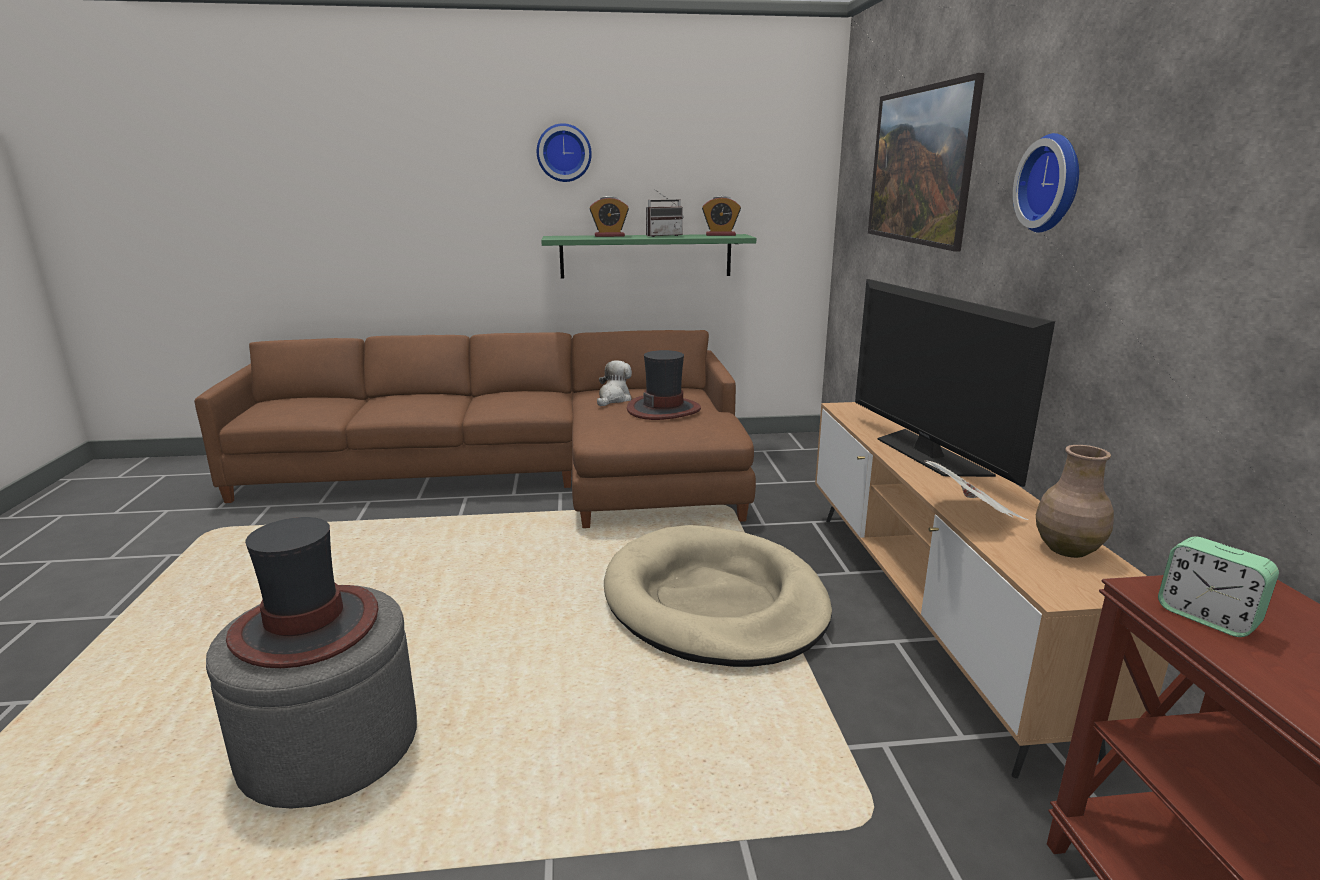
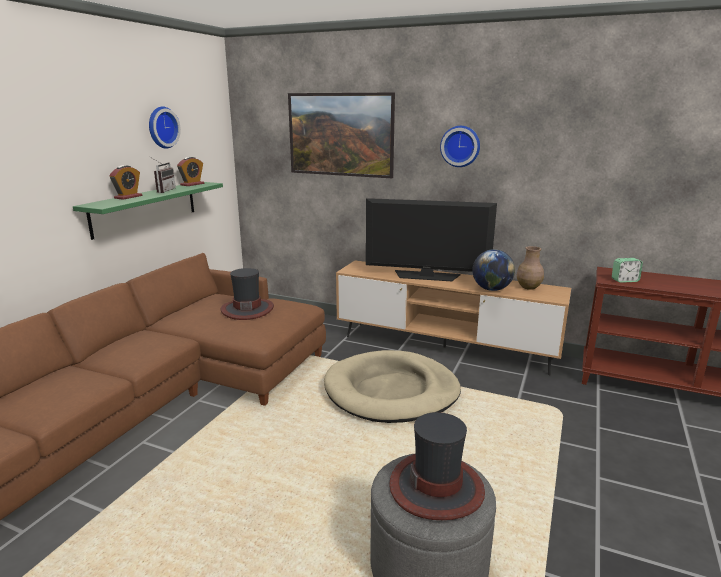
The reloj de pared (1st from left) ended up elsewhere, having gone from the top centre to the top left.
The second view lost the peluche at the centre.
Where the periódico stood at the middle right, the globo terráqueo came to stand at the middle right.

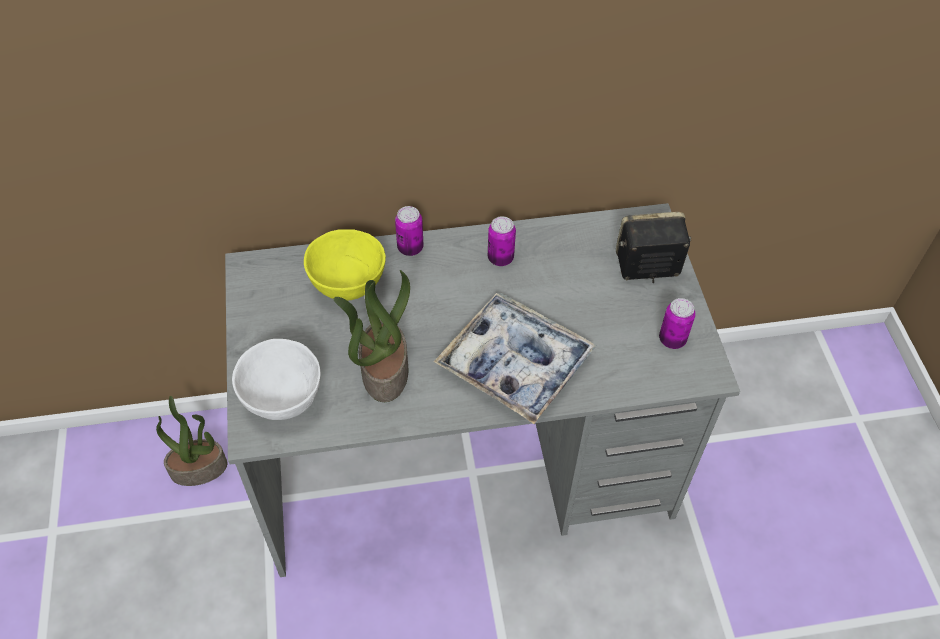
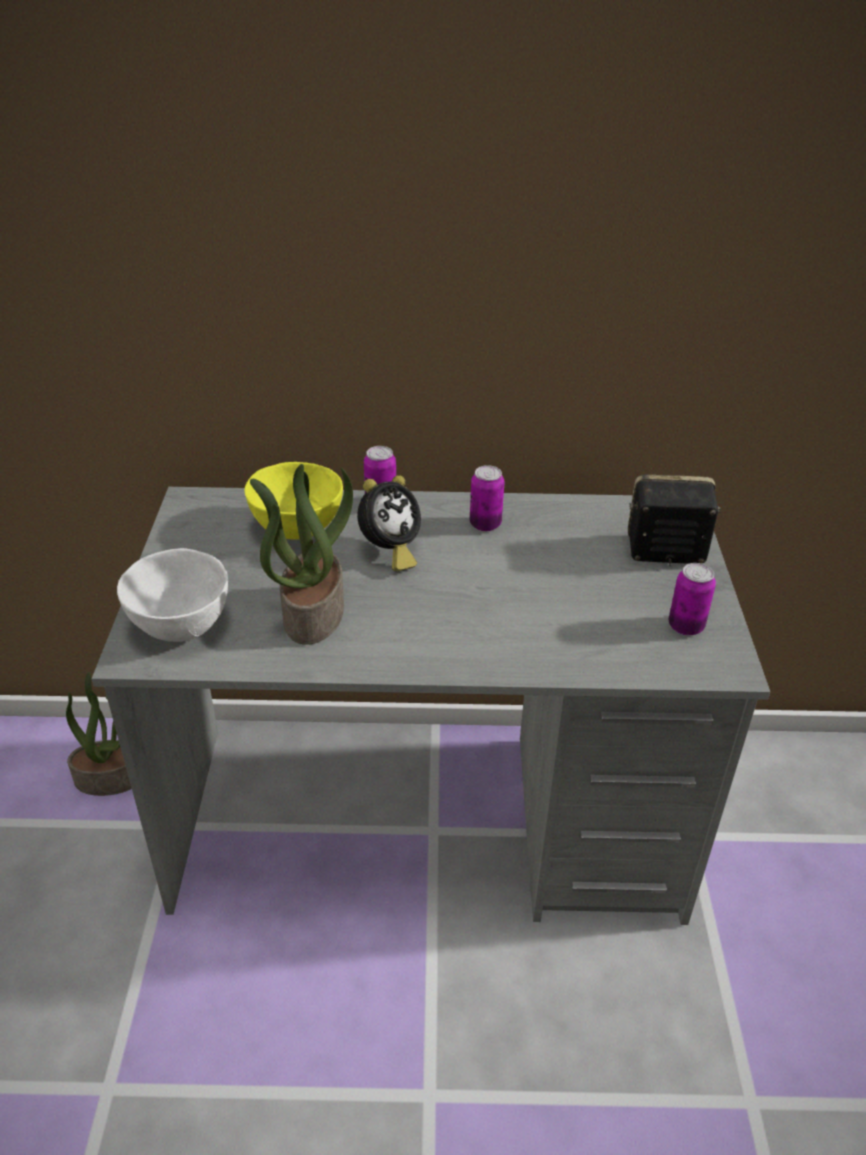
The second view lost the bandeja at the centre.
The second view gained the despertador at the centre.

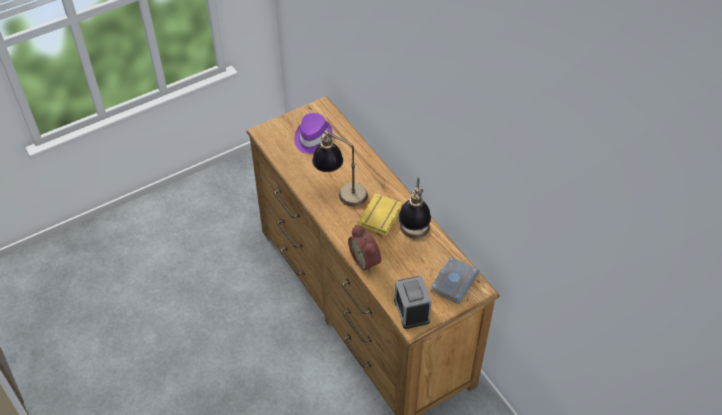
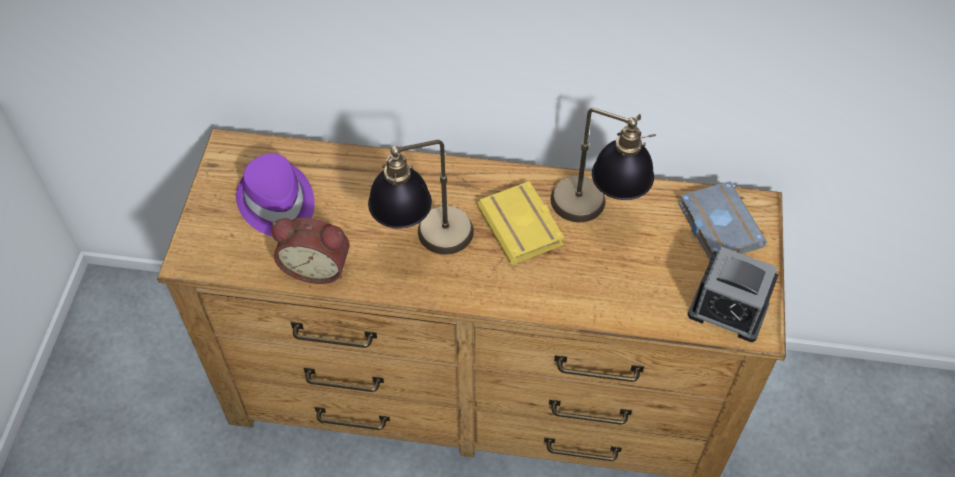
The despertador (1st from left) ended up elsewhere, having gone from the centre to the middle left.

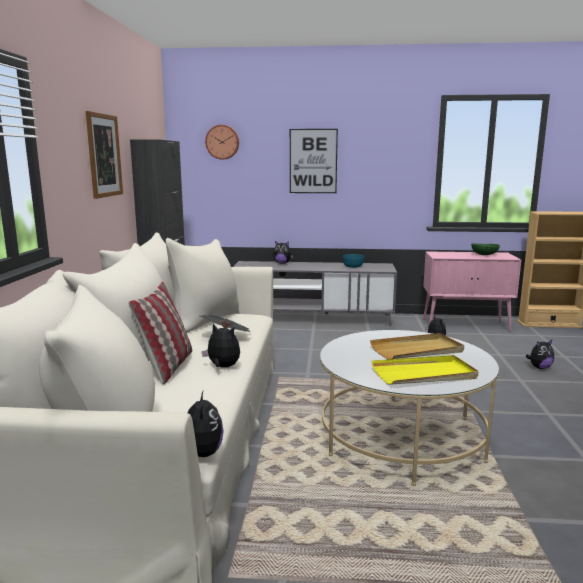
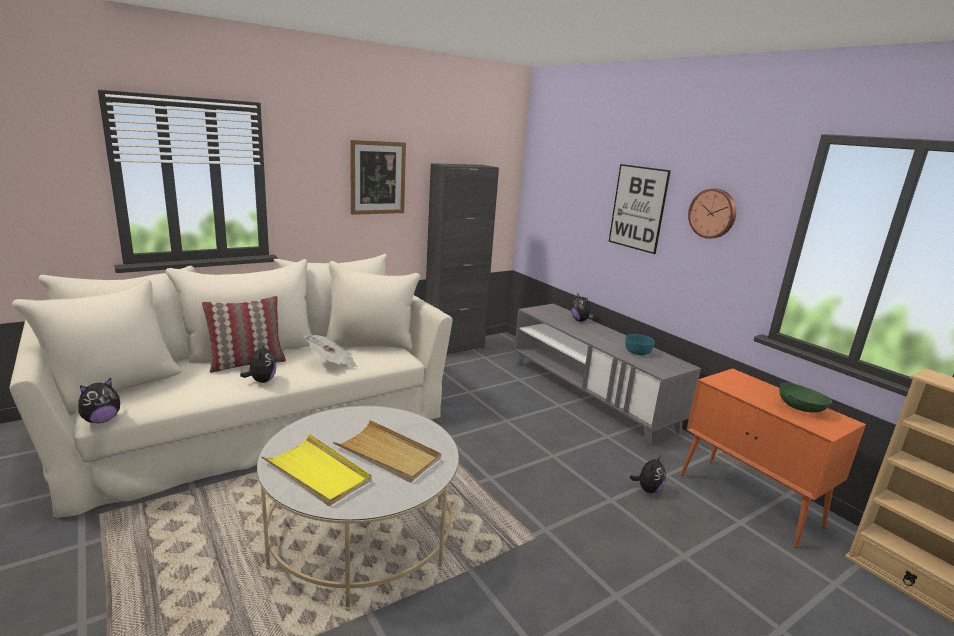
The reloj de pared ended up elsewhere, having gone from the top centre to the middle right.
What was the armario (rosa) at the middle right turned into the armario (naranja) at the bottom right.
The second view lost the peluche (5th from left) at the middle right.

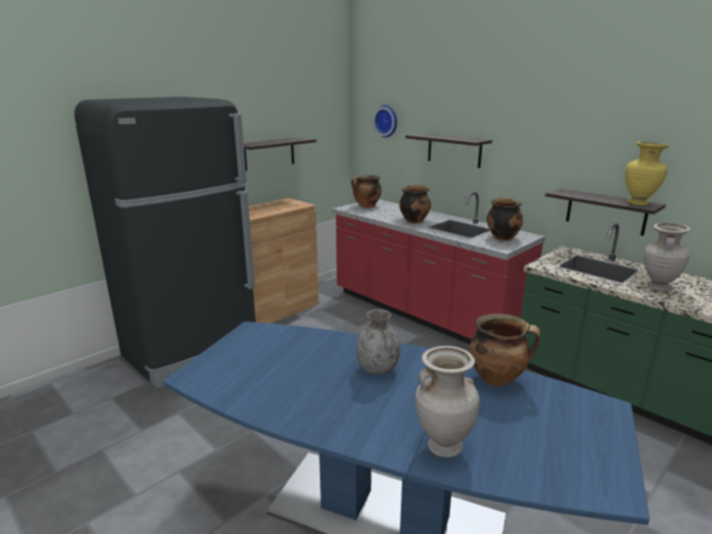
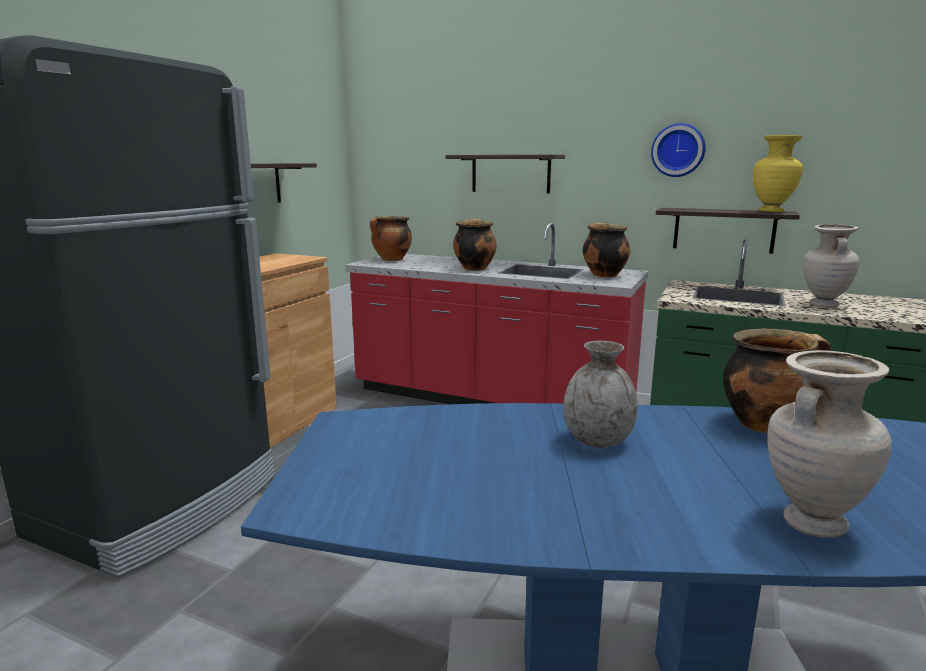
The reloj de pared ended up elsewhere, having gone from the top centre to the top right.

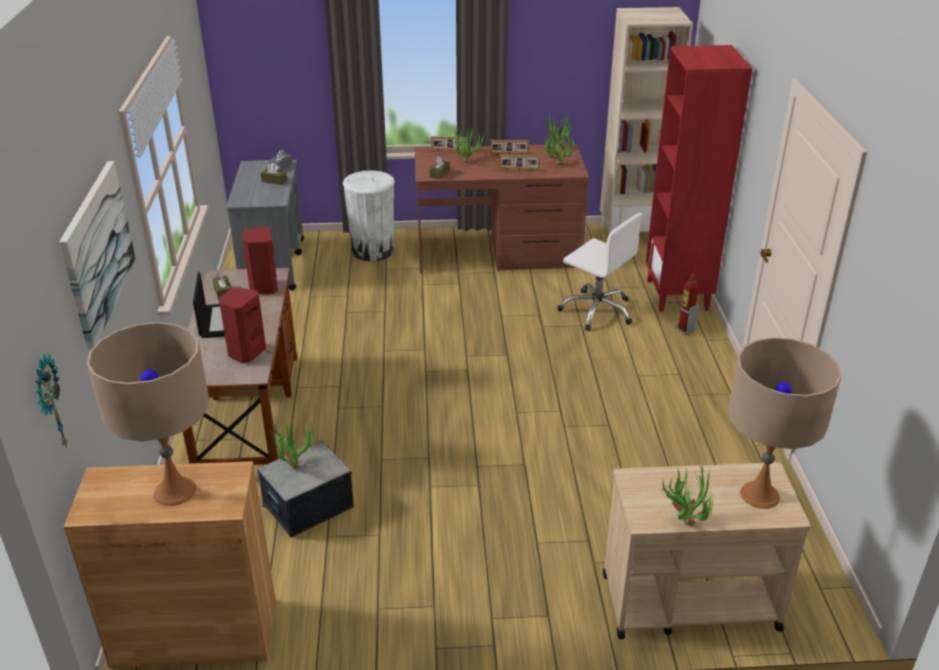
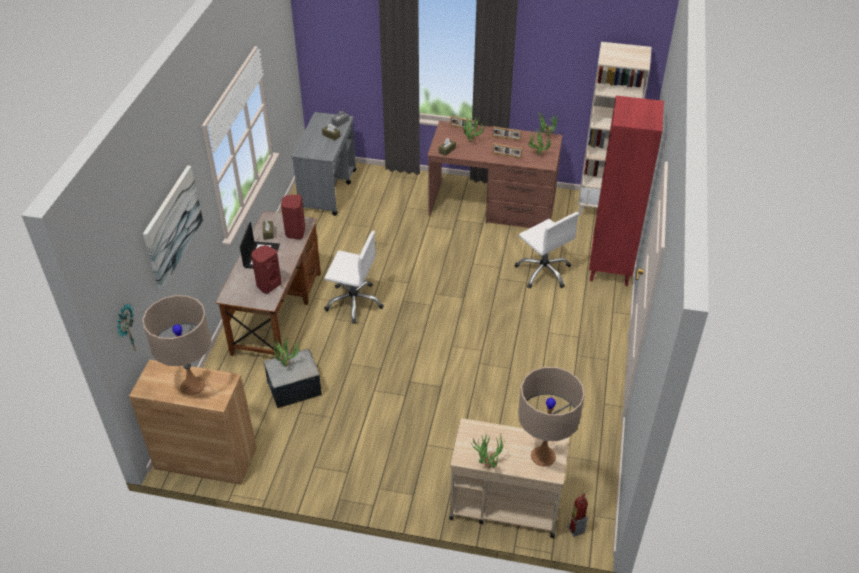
The second view lost the papelera (blanco) at the top centre.
The extintor ended up elsewhere, having gone from the middle right to the bottom right.
The second view gained the silla de oficina (blanco) (1st from left) at the centre.

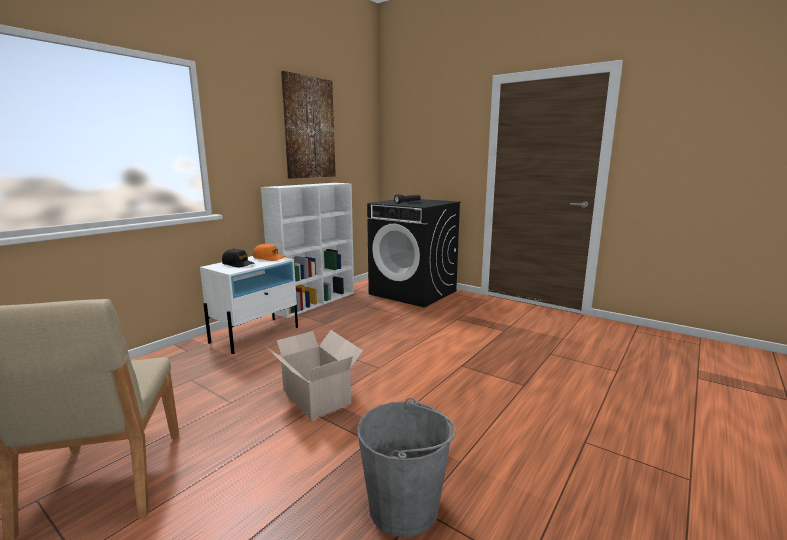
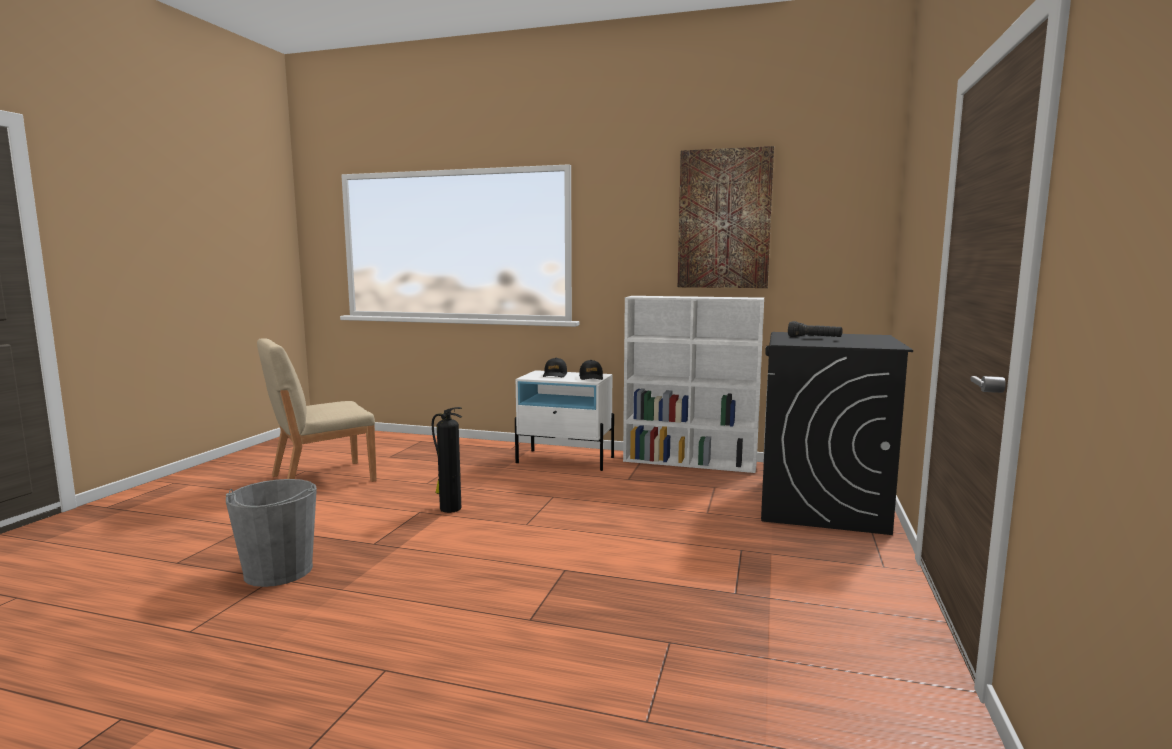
What was the gorra (naranja) at the centre turned into the gorra (negro) (2nd from left) at the centre.
Where the caja de cartón stood at the bottom centre, the extintor came to stand at the centre.

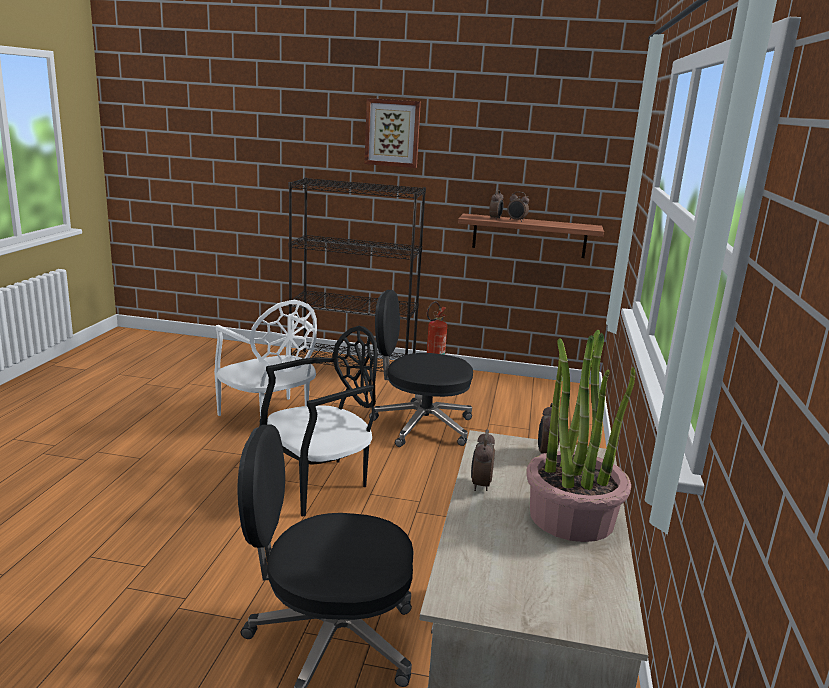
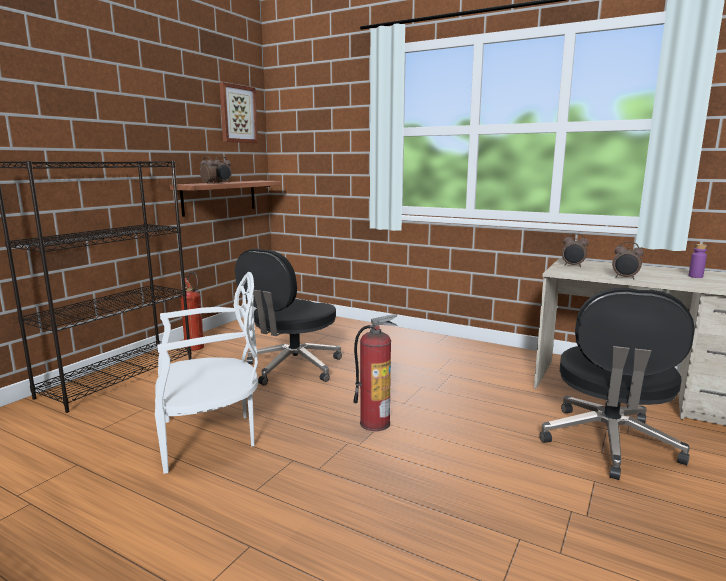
Where the silla (negro) stood at the centre, the extintor (2nd from left) came to stand at the centre.
The cuadro ended up elsewhere, having gone from the top centre to the top left.
The second view lost the planta en maceta at the middle right.
The second view gained the botella (morado) at the middle right.

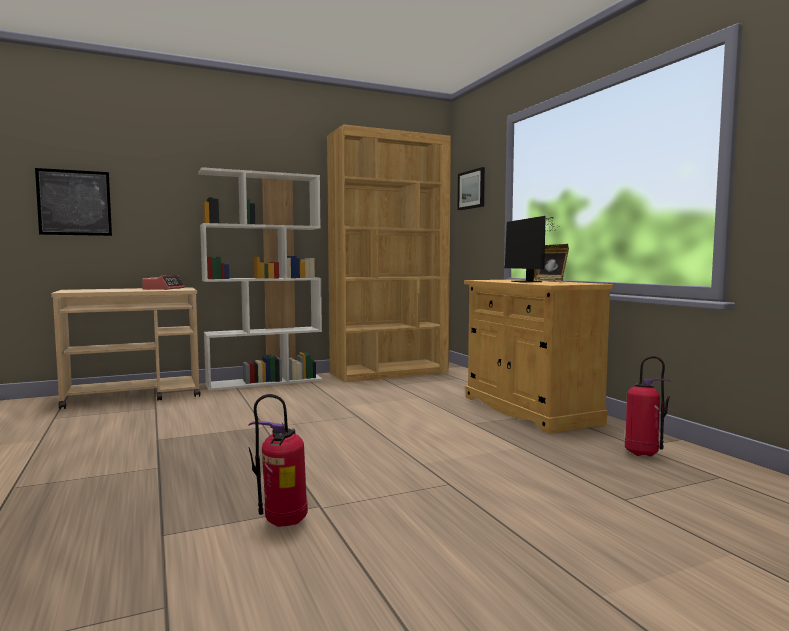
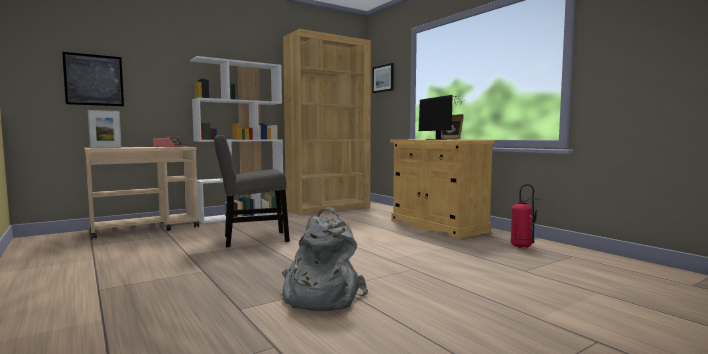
Where the extintor (1st from left) stood at the bottom centre, the mochila (gris) came to stand at the bottom centre.
The second view gained the portarretratos (1st from left) at the middle left.
The second view gained the silla (gris) at the centre.

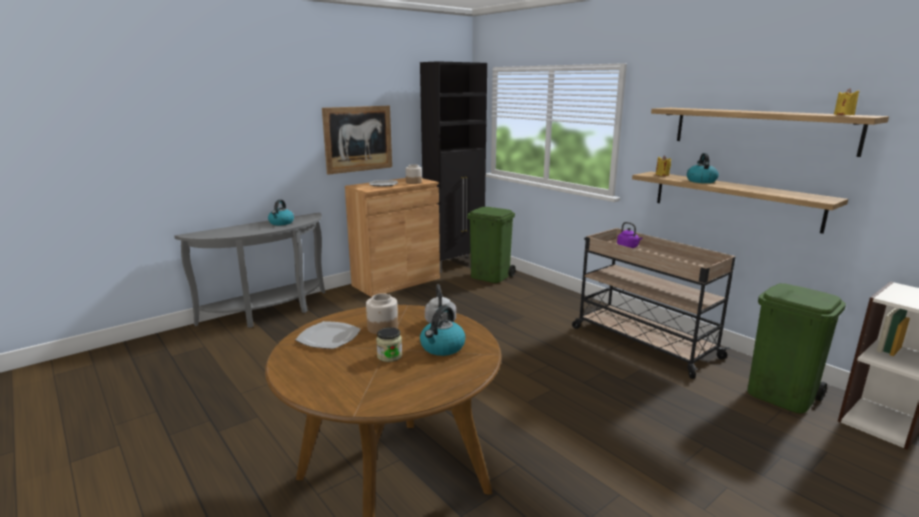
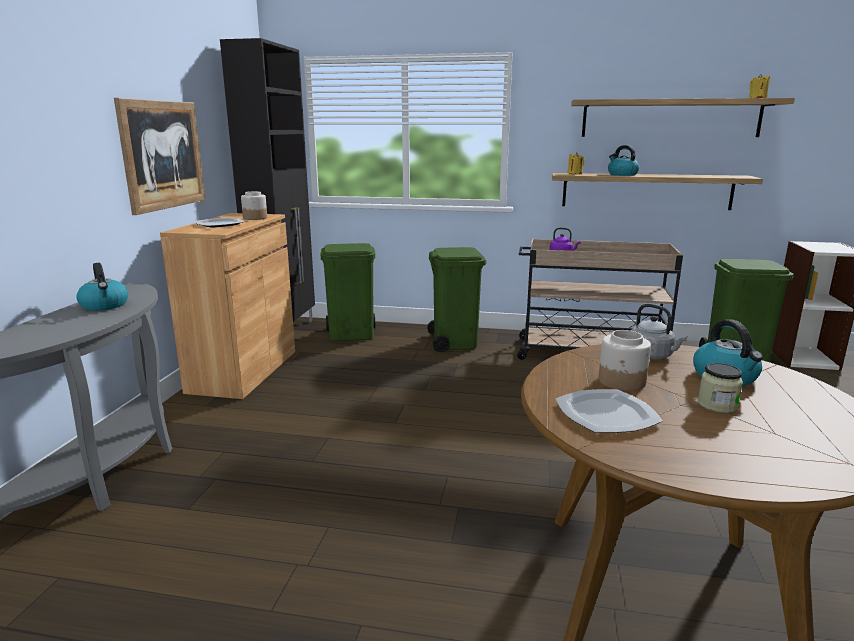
The second view gained the papelera (verde) (2nd from left) at the centre.

